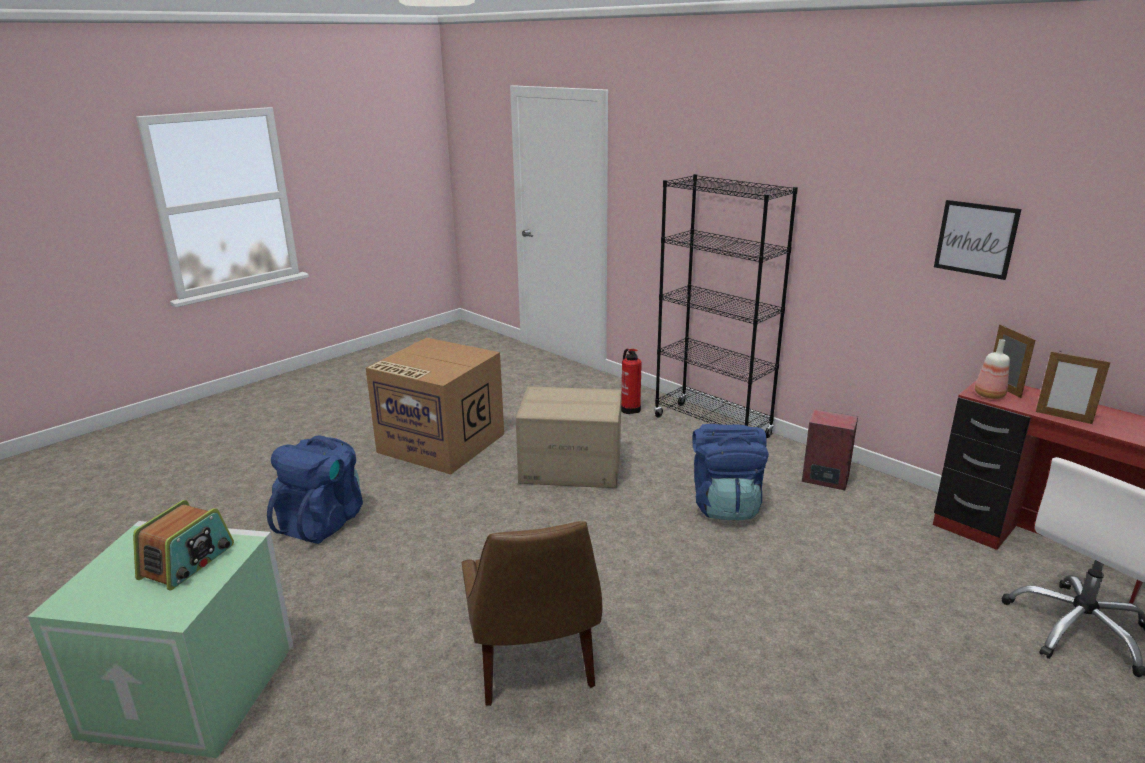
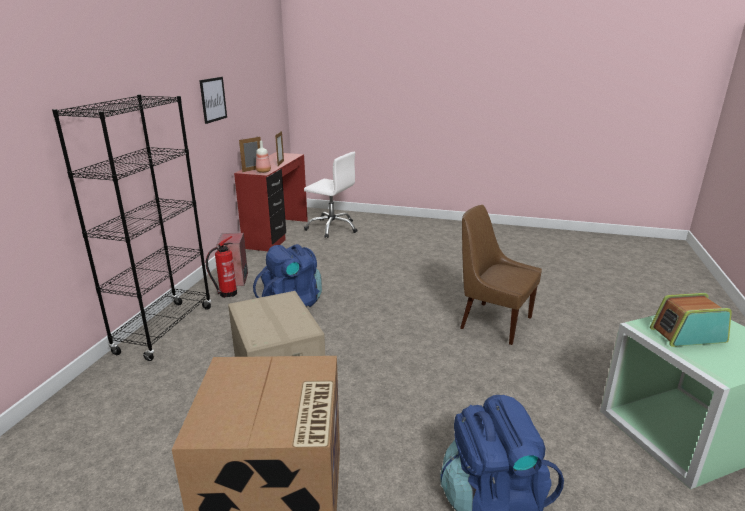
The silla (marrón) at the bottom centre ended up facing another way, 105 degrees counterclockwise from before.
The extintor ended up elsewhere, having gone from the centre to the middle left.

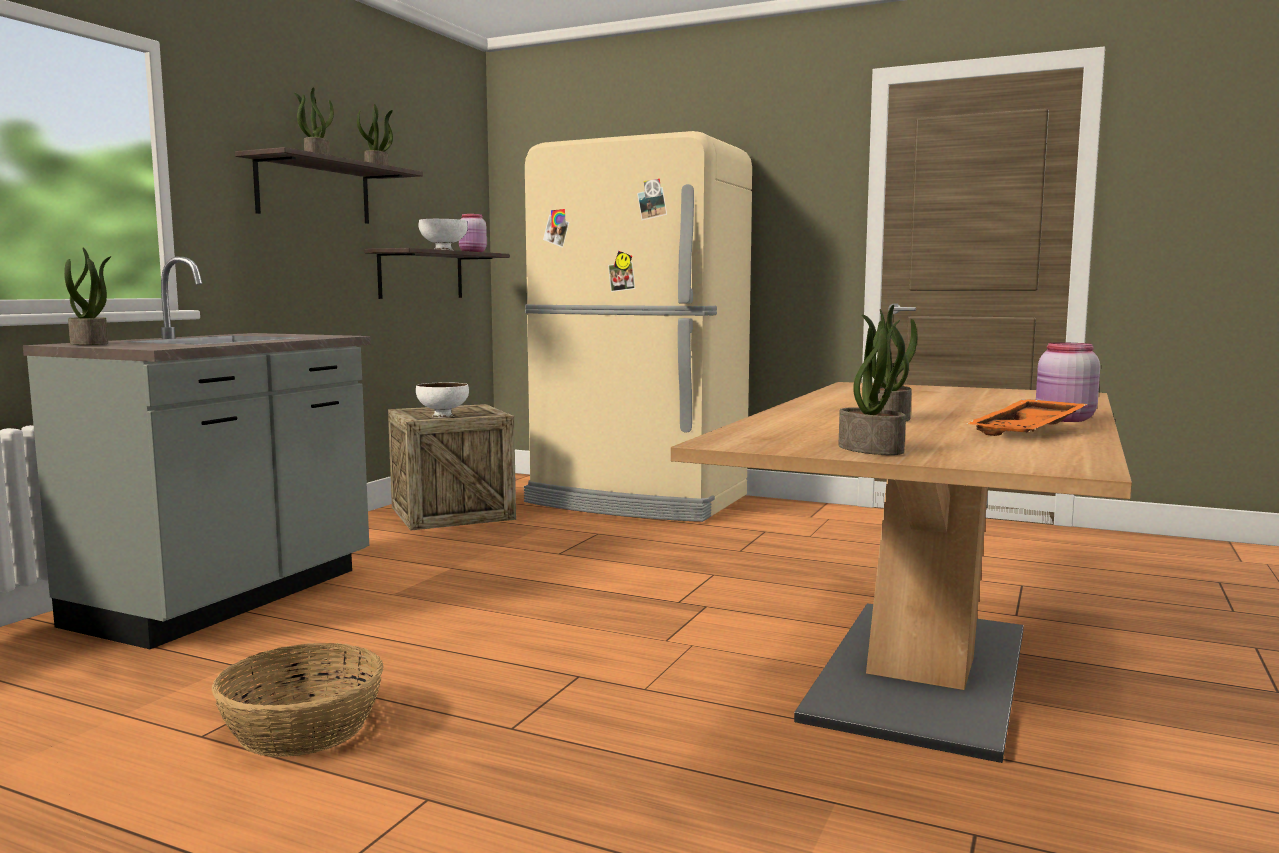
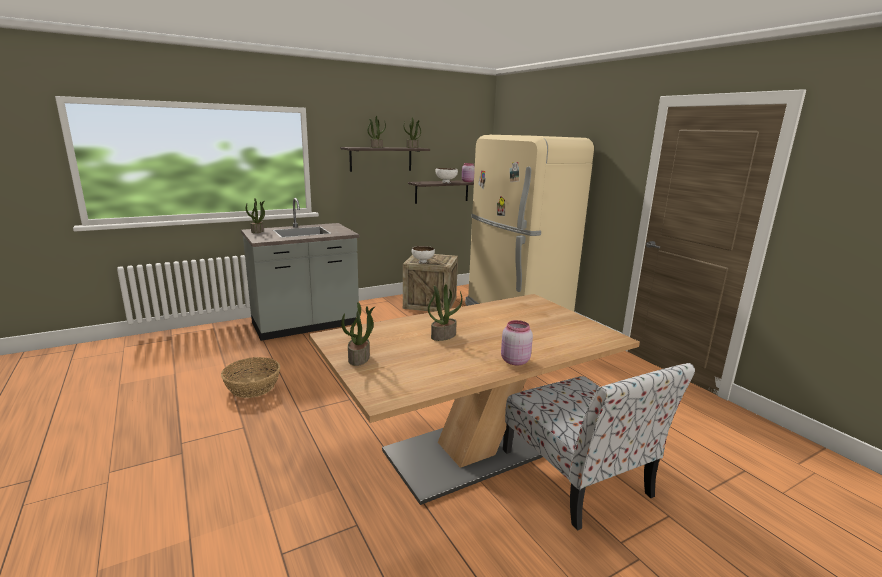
The second view lost the bandeja (naranja) at the middle right.
The second view gained the silla at the bottom right.

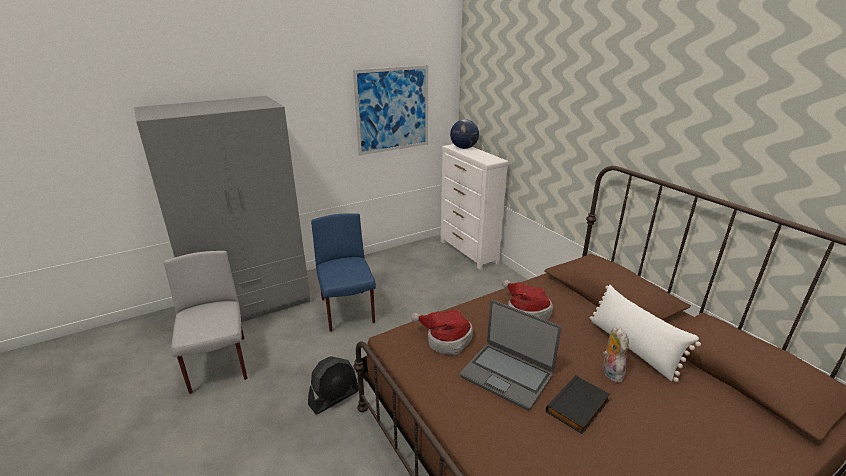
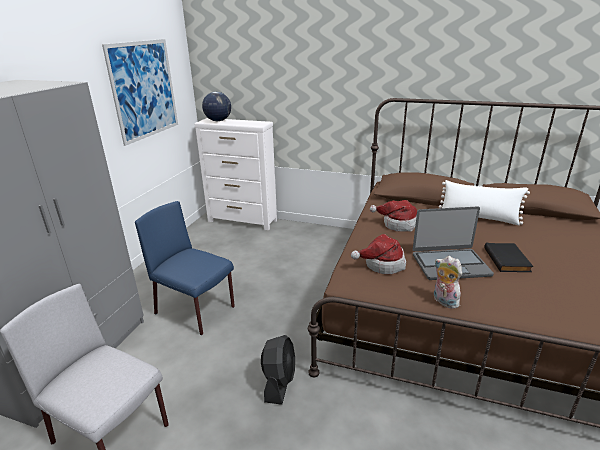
The peluche ended up elsewhere, having gone from the bottom right to the middle right.

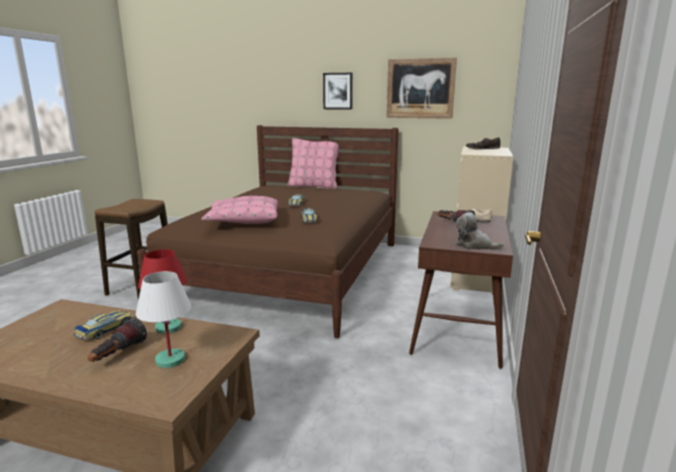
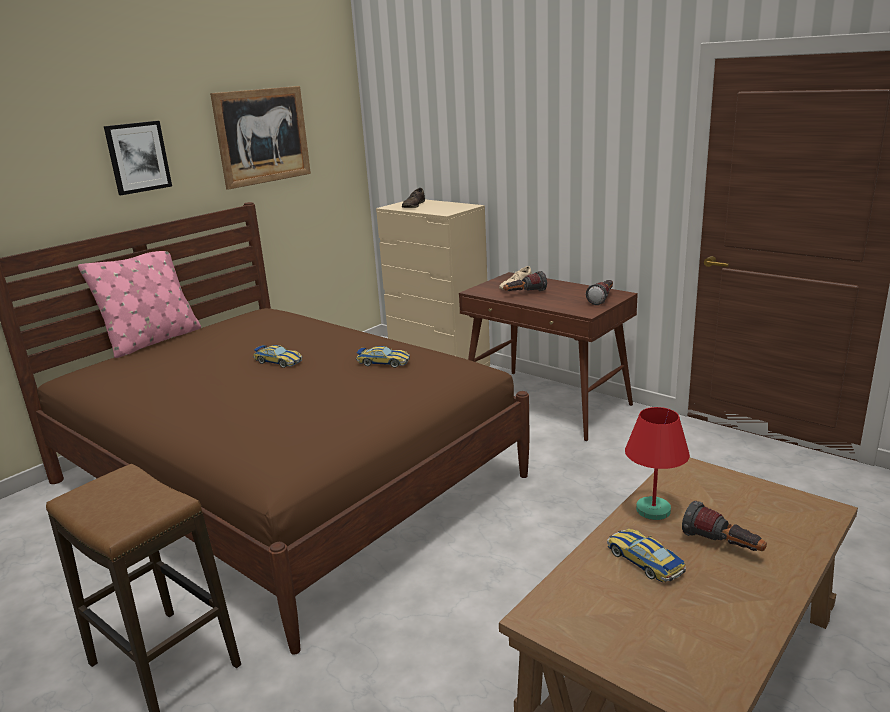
The second view lost the lámpara de mesa (blanco) at the bottom left.
The second view lost the cojín (rosa) (1st from left) at the centre.
Where the peluche stood at the middle right, the linterna (2nd from left) came to stand at the middle right.

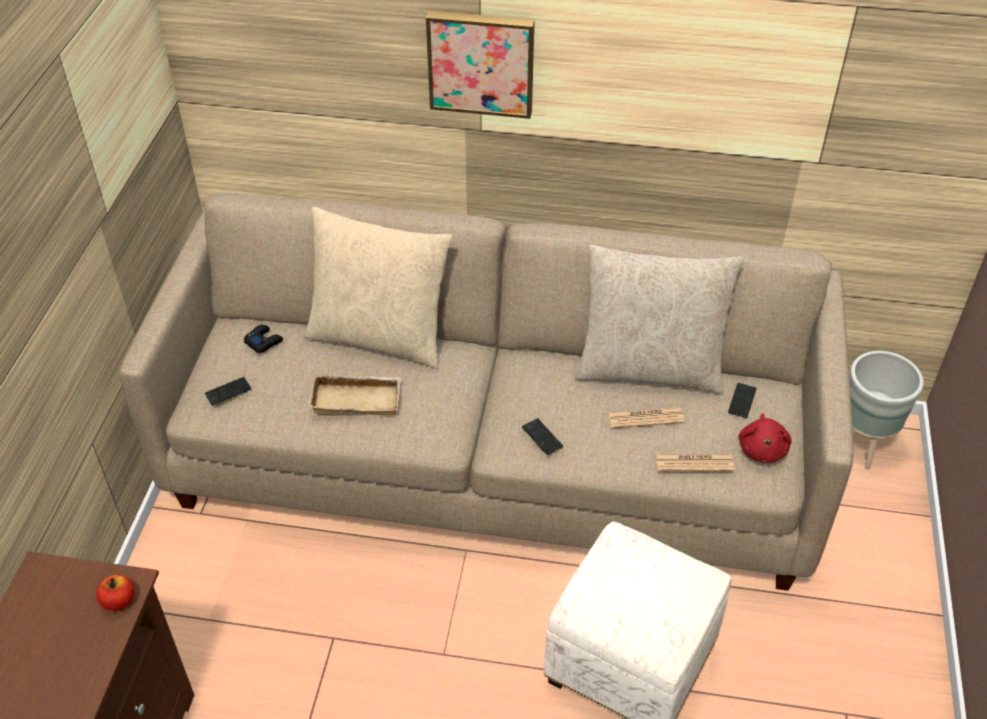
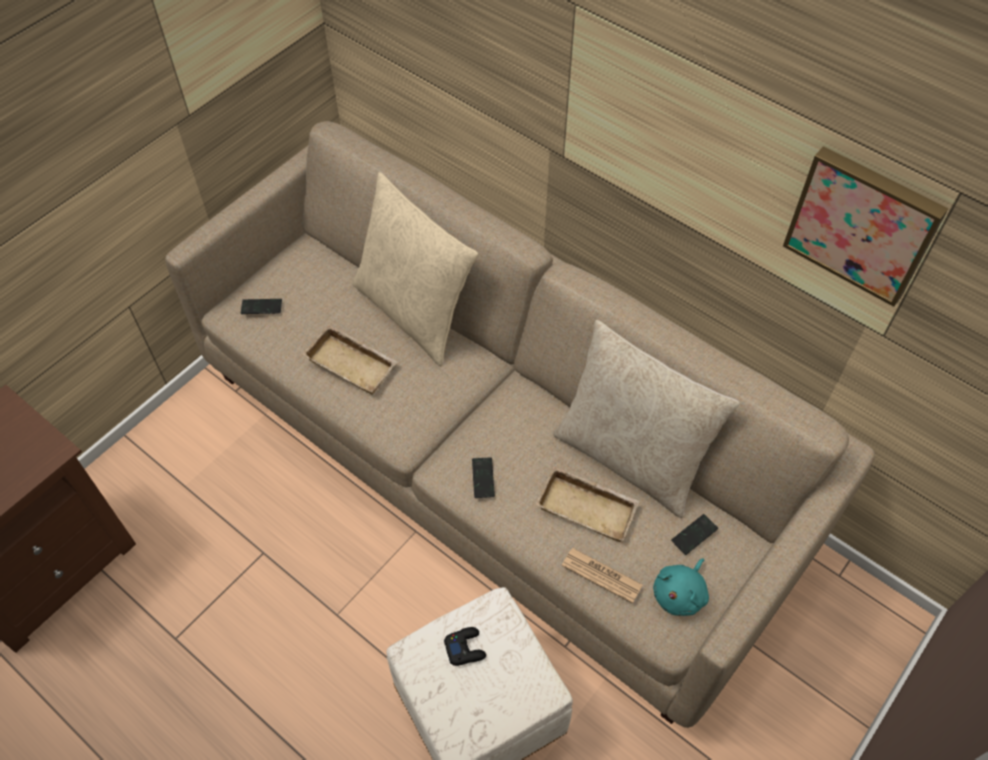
The second view lost the manzana at the bottom left.
The mando de consola (negro) ended up elsewhere, having gone from the middle left to the bottom centre.
The cuadro ended up elsewhere, having gone from the top centre to the top right.
Where the periódico (1st from left) stood at the centre, the bandeja (beis) (2nd from left) came to stand at the centre.
What was the peluche (rojo) at the middle right turned into the peluche (turquesa) at the bottom right.
The second view lost the maceta (gris) at the middle right.

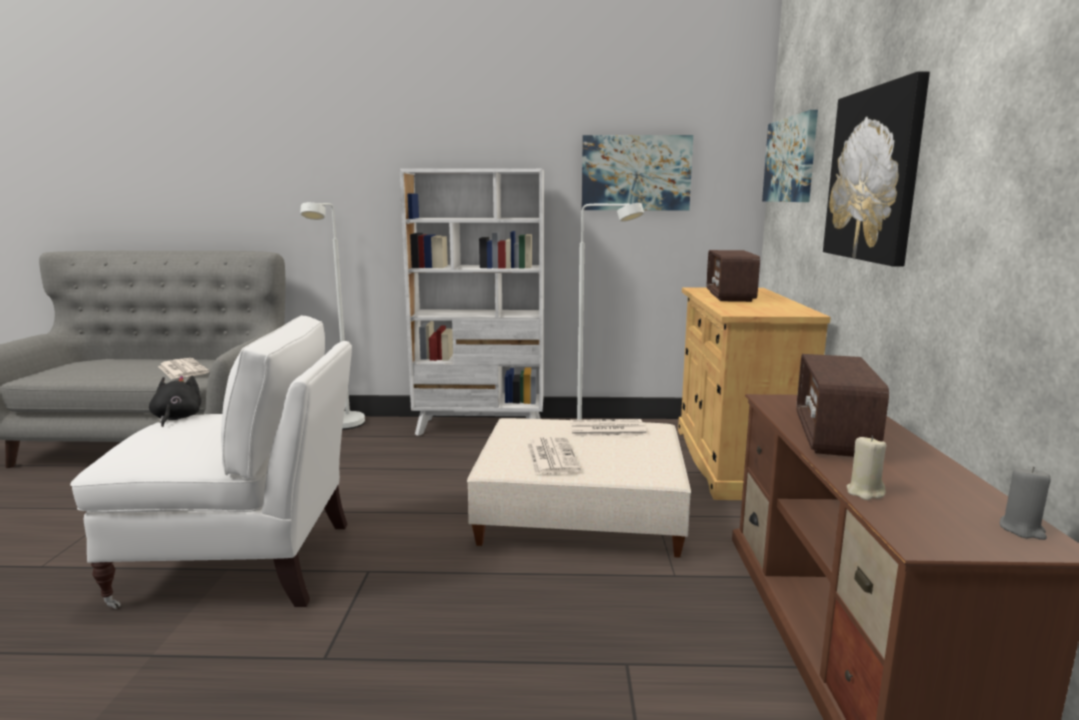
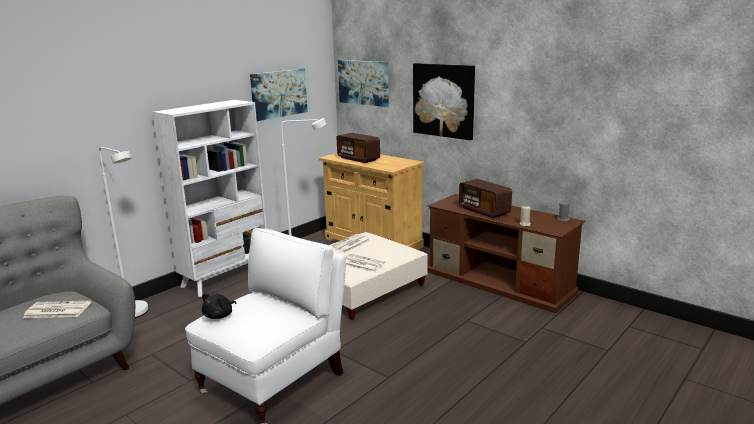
The peluche (negro) at the middle left ended up facing another way, 90 degrees counterclockwise from before.

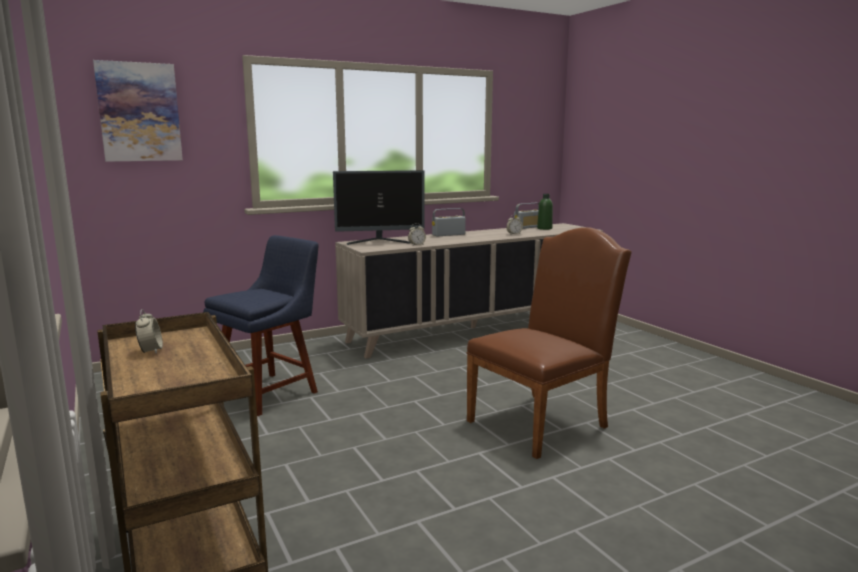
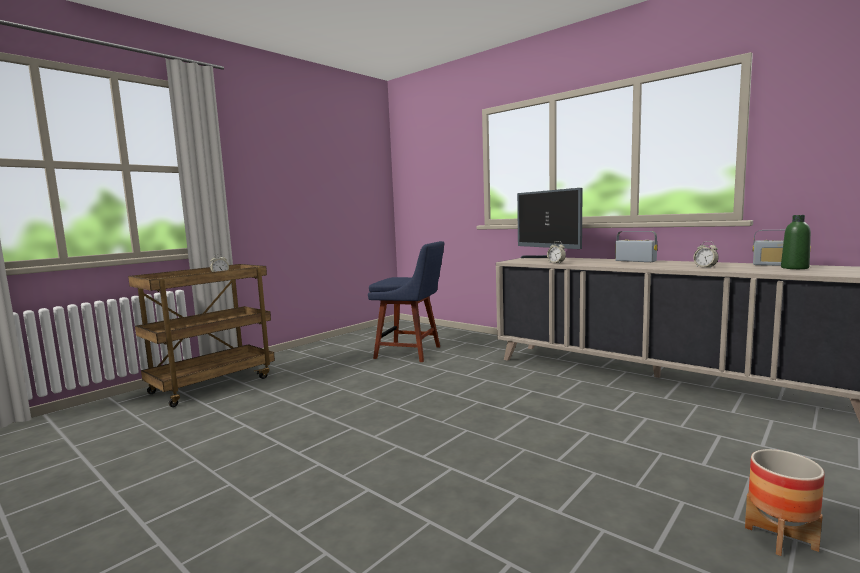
The second view lost the cuadro at the top left.
The second view lost the silla (marrón) at the centre.
The second view gained the maceta at the bottom right.

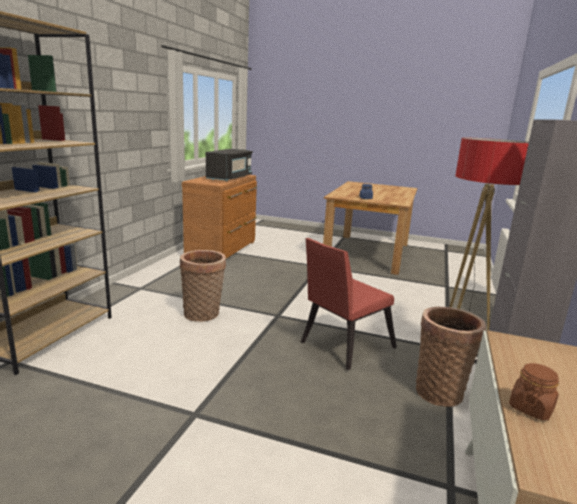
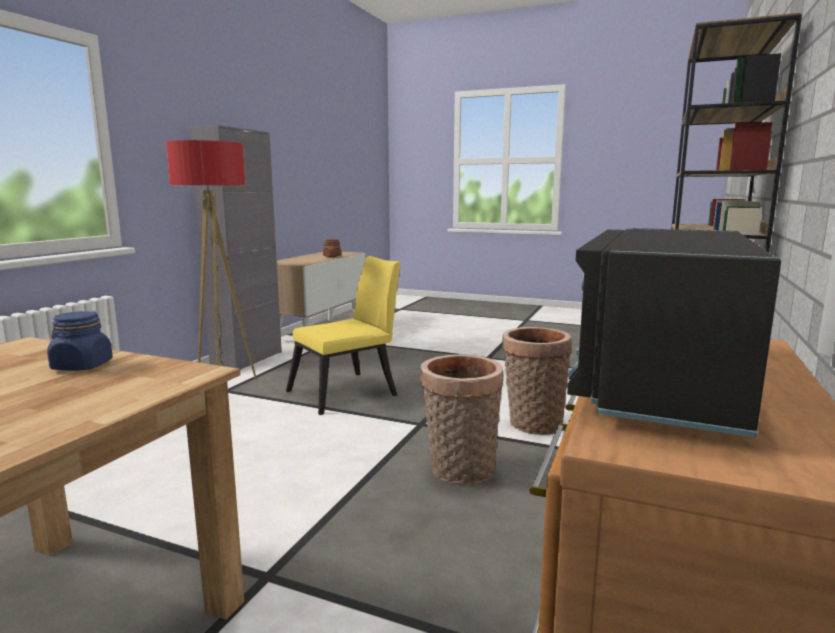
What was the silla (rojo) at the centre turned into the silla (amarillo) at the centre.
The cesta (2nd from left in the first image) ended up elsewhere, having gone from the bottom right to the centre.

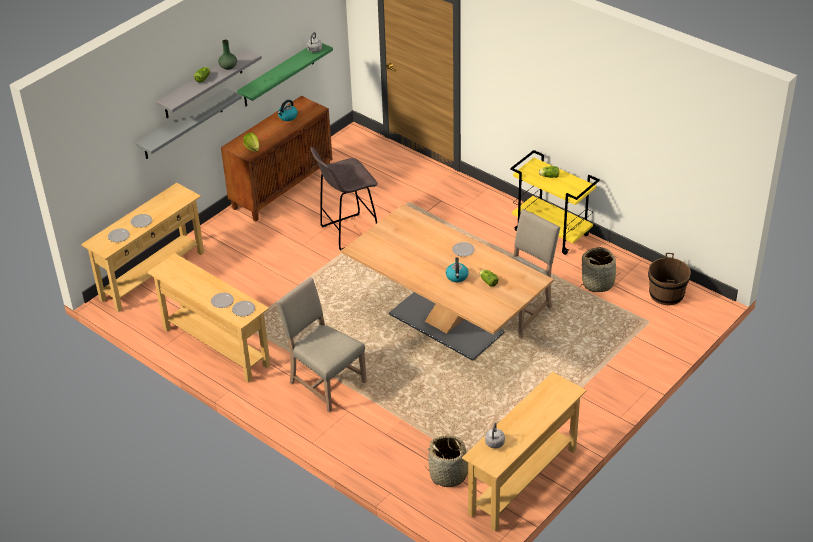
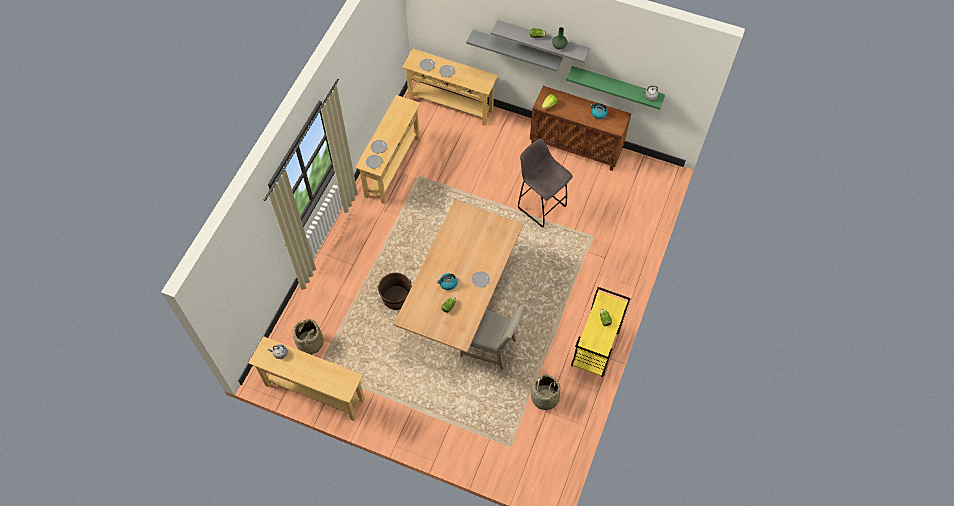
The second view lost the silla (beis) (1st from left) at the centre.
The cubo (marrón) ended up elsewhere, having gone from the middle right to the centre.

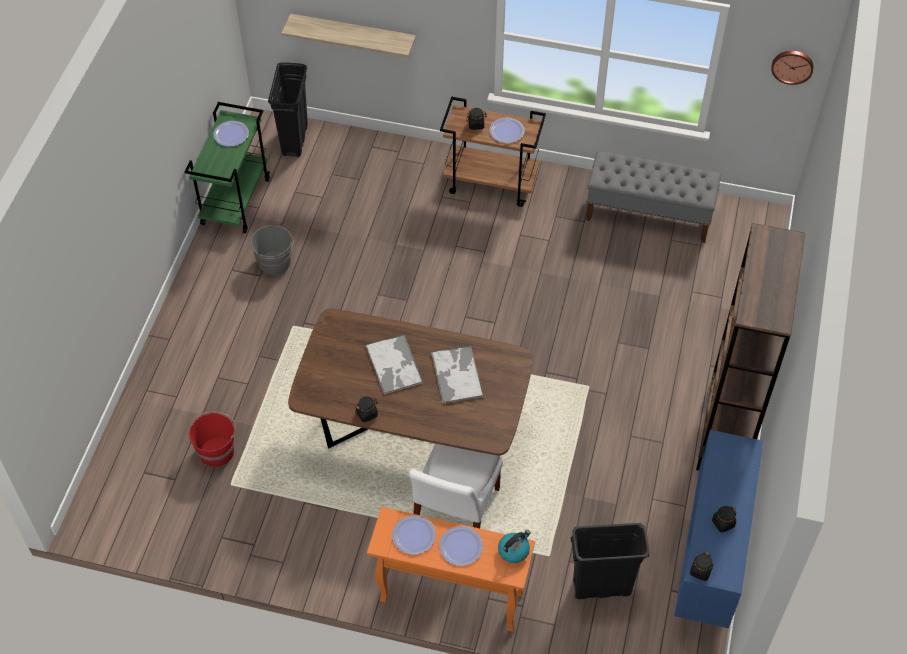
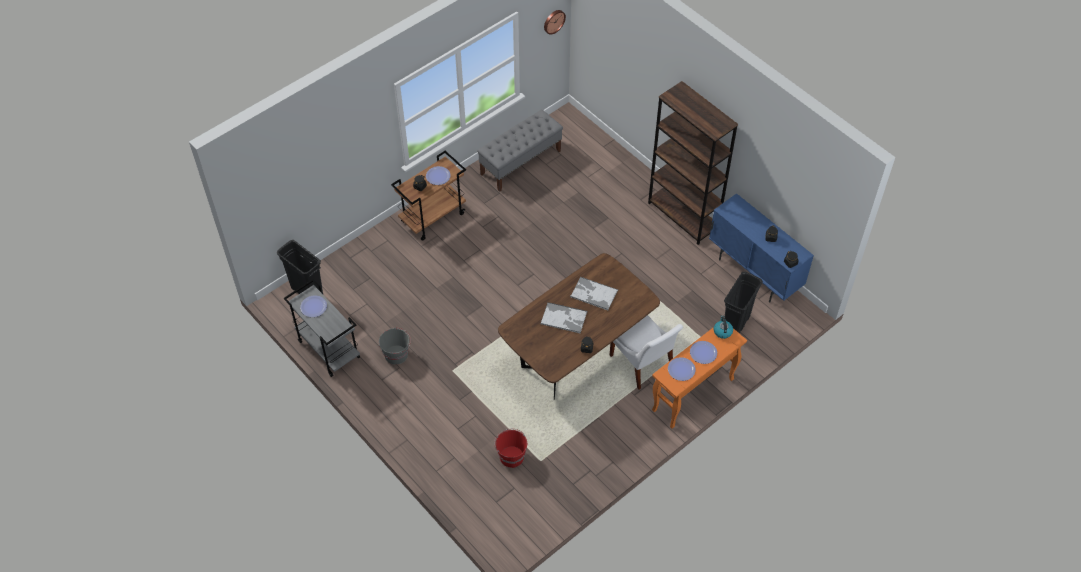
What was the carrito (verde) at the top left turned into the carrito (gris) at the middle left.
The second view lost the estante at the top centre.

